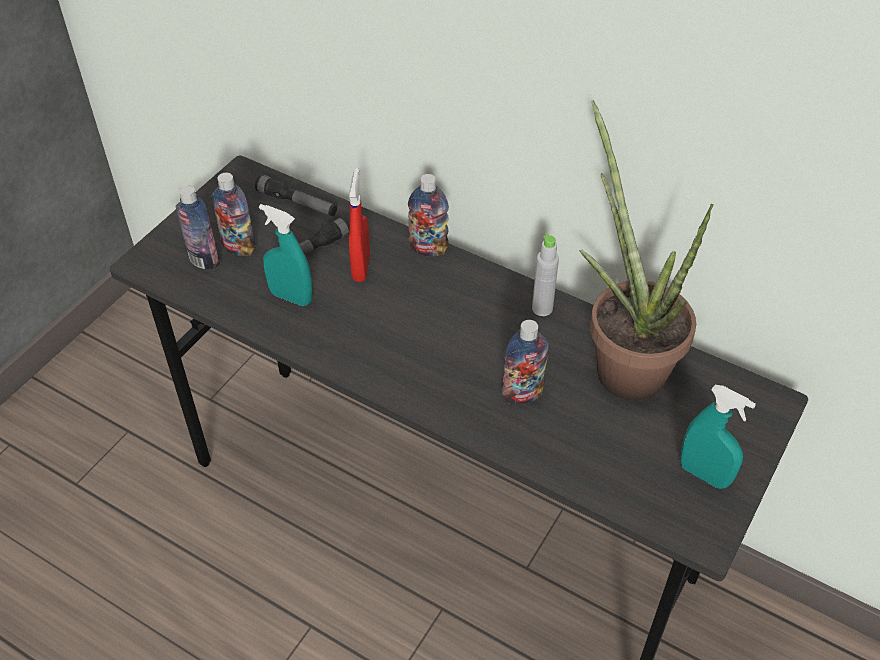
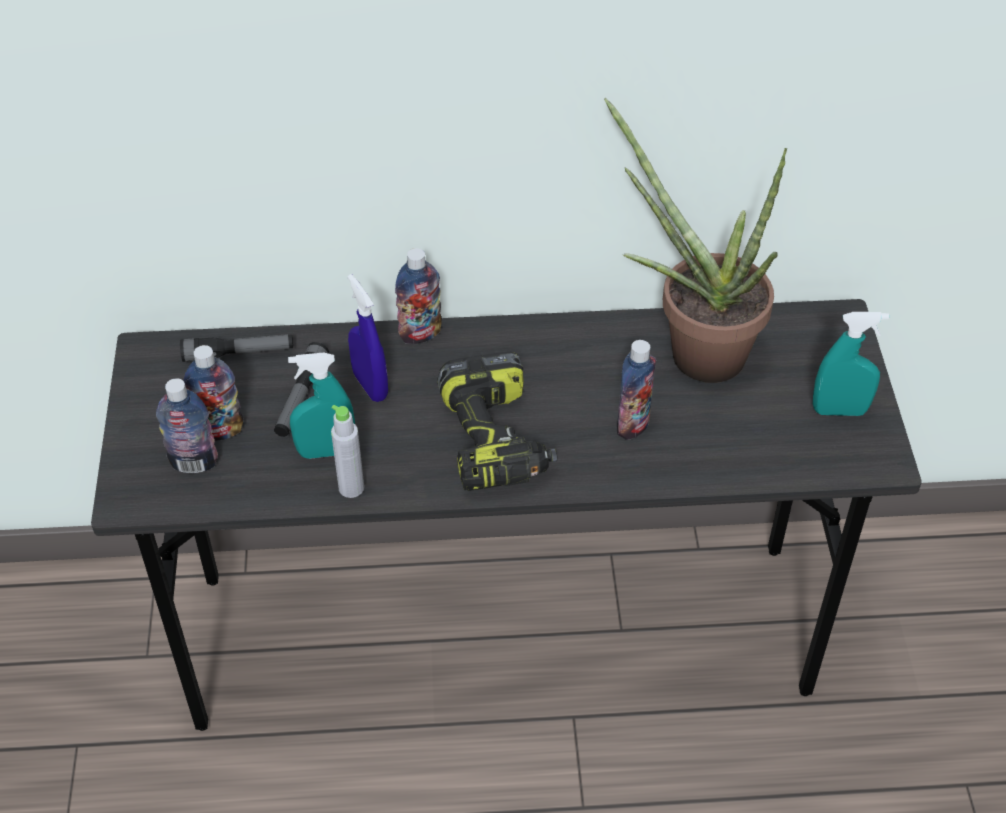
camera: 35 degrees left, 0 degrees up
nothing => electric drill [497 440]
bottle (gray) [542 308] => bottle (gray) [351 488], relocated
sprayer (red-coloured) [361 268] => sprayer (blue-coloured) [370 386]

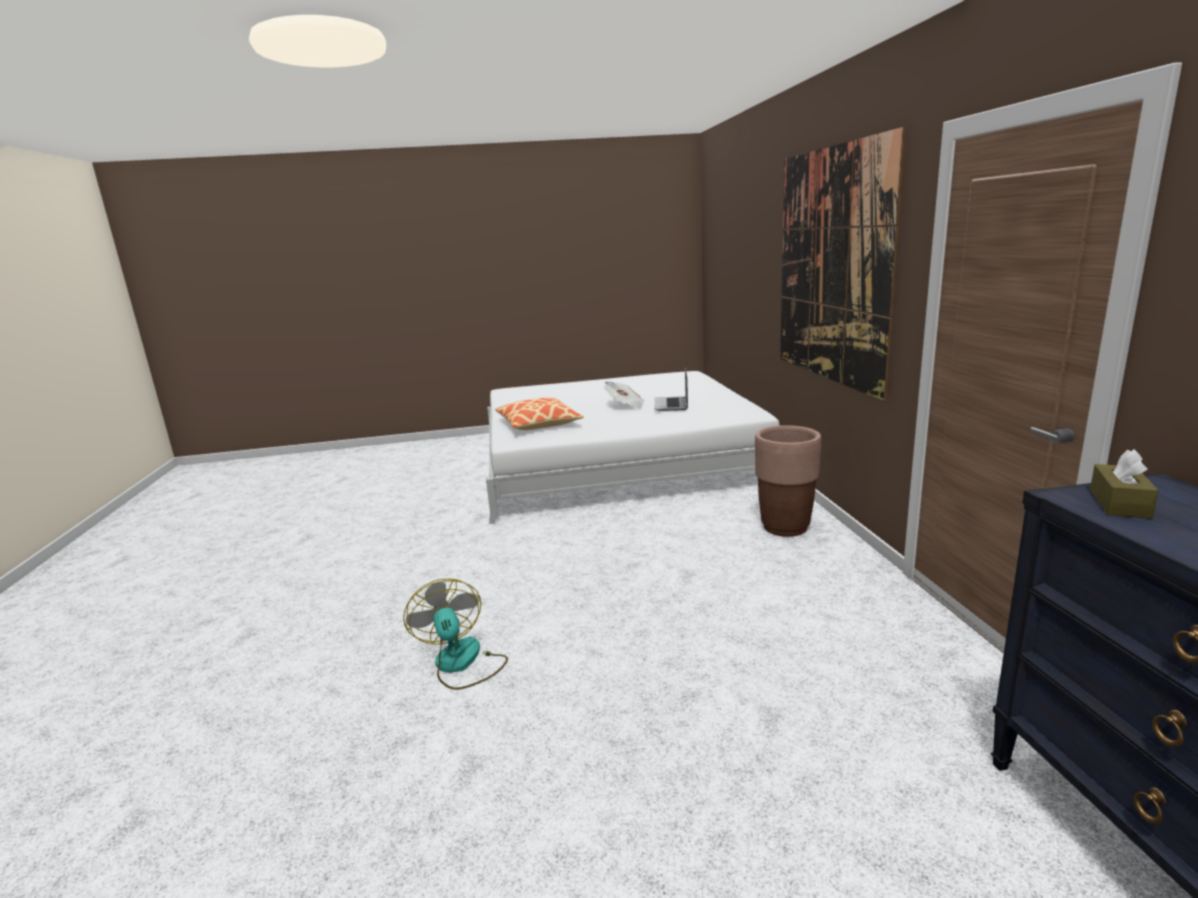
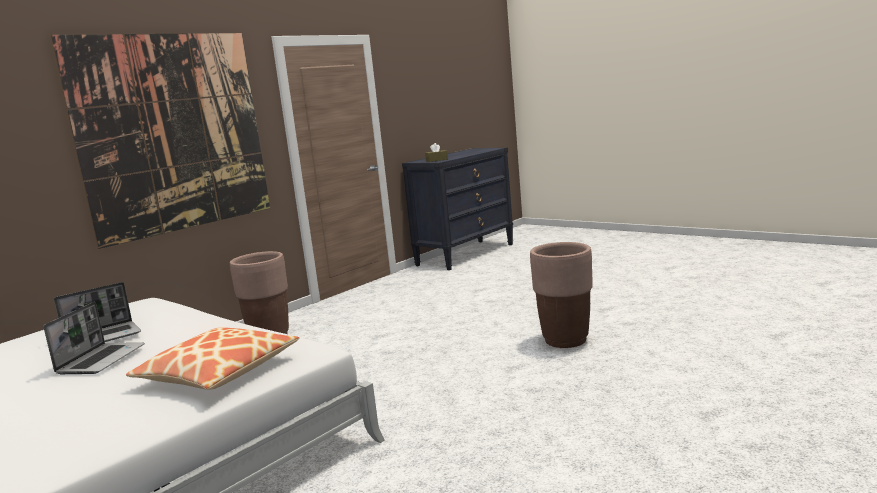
camera: 130 degrees left, 5 degrees down
fan [461 664] => plant pot (brownish) [565 340]
newspaper [625 405] => notebook computer [101 359]

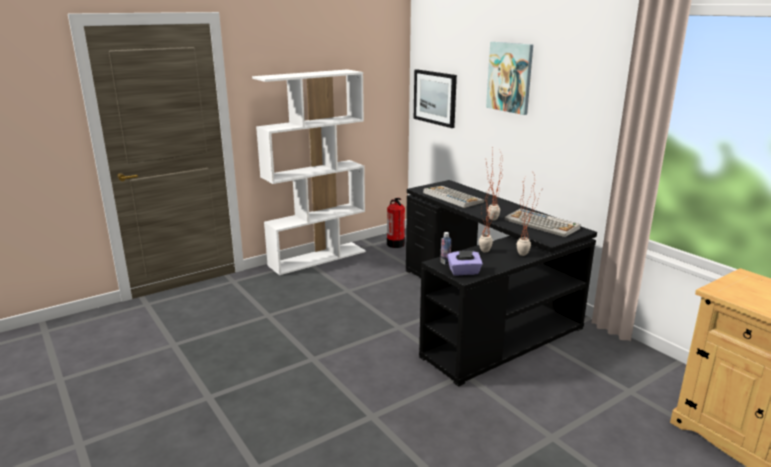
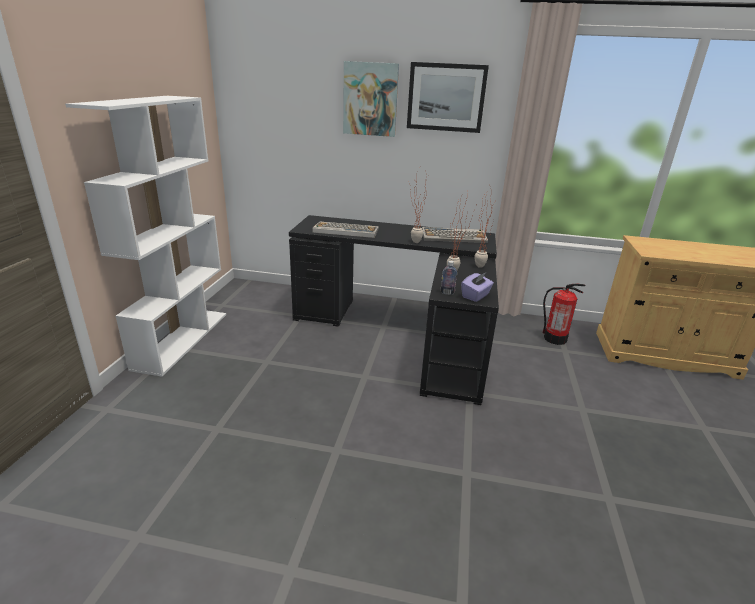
camera: 45 degrees left, 5 degrees up
extinguisher [395 244] => extinguisher [554 338], relocated
wall picture [435 97] => wall picture [446 97], relocated

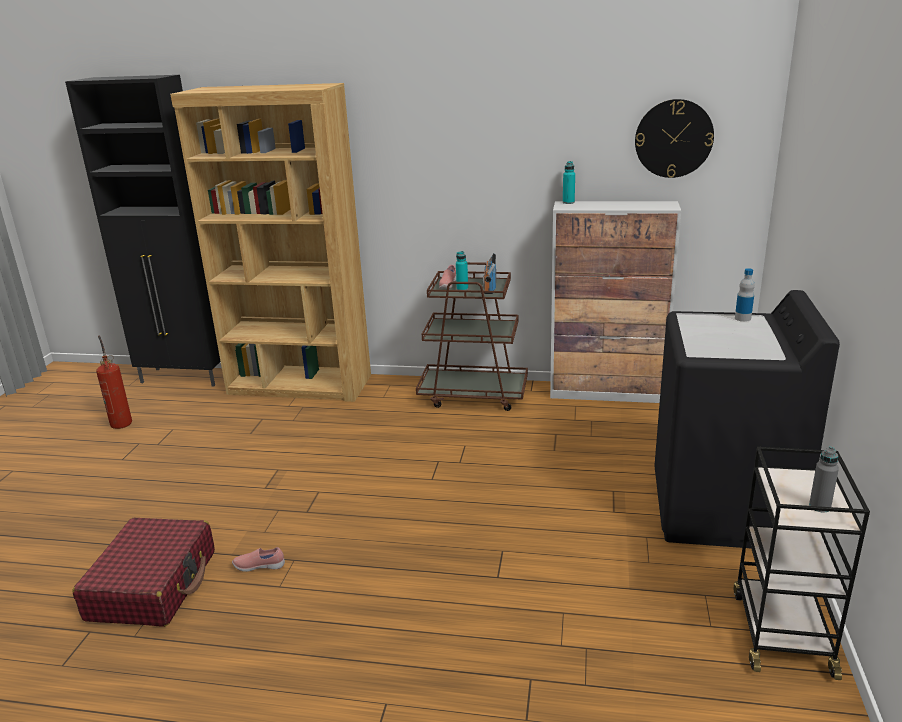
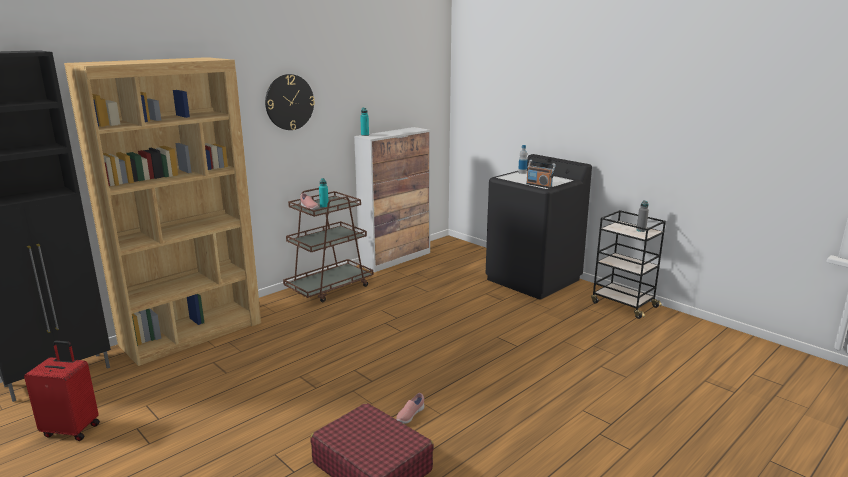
camera: 55 degrees left, 5 degrees down
radio set [489 288] => radio set [539 185], relocated
wall clock [673 138] => wall clock [289 102], relocated
extinguisher [120 421] => piece of luggage (red-coloured) [72 429]

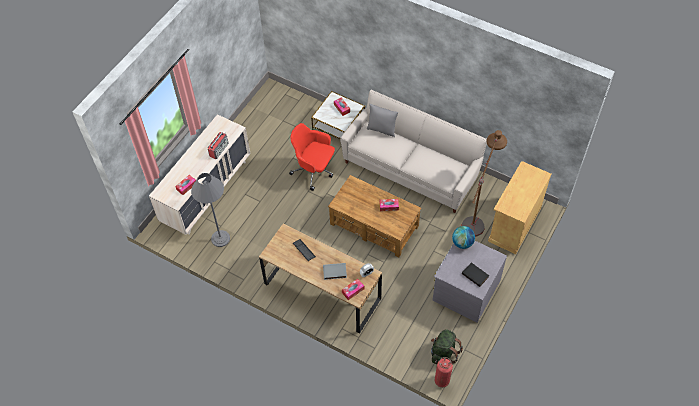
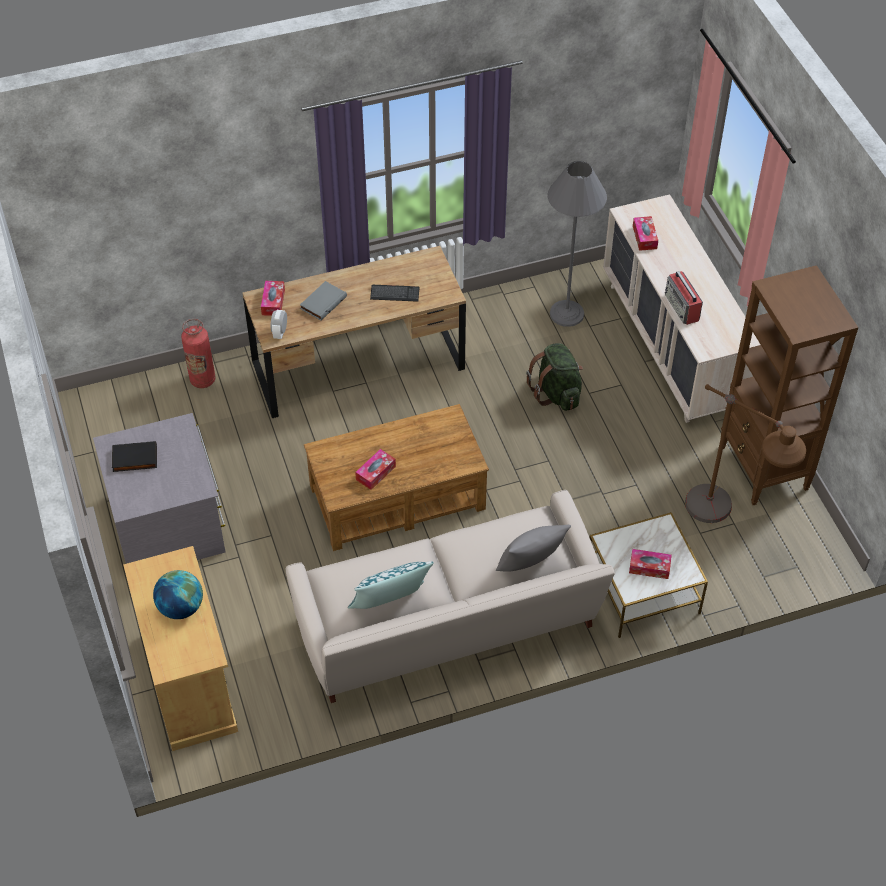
camera: 130 degrees right, 5 degrees down
office chair (red-coloured) [314 170] => nothing
nothing => cushion [391 605]
nothing => shelving unit (brownish) [763 469]
rucksack (green) [443 352] => rucksack (green) [556 393], relocated
extinguisher [441 380] => extinguisher [202 380], relocated
desk globe [462 243] => desk globe [181 607], relocated
standing lamp (brownish) [478 214] => standing lamp (brownish) [725 528], relocated

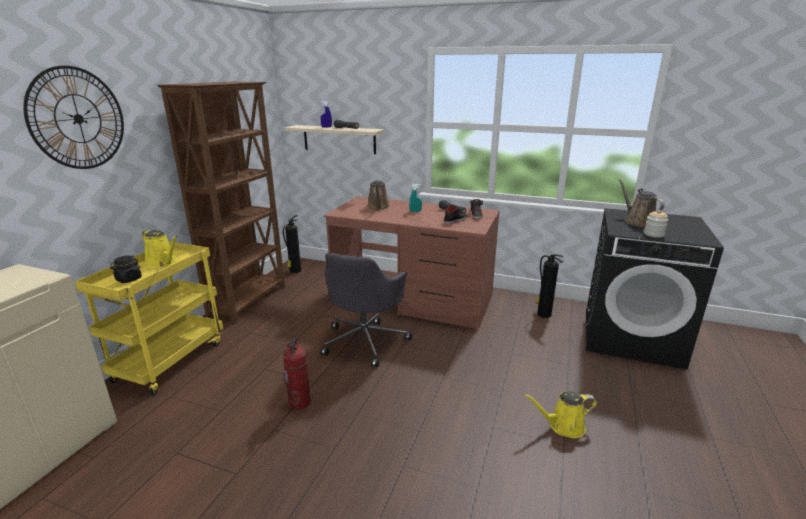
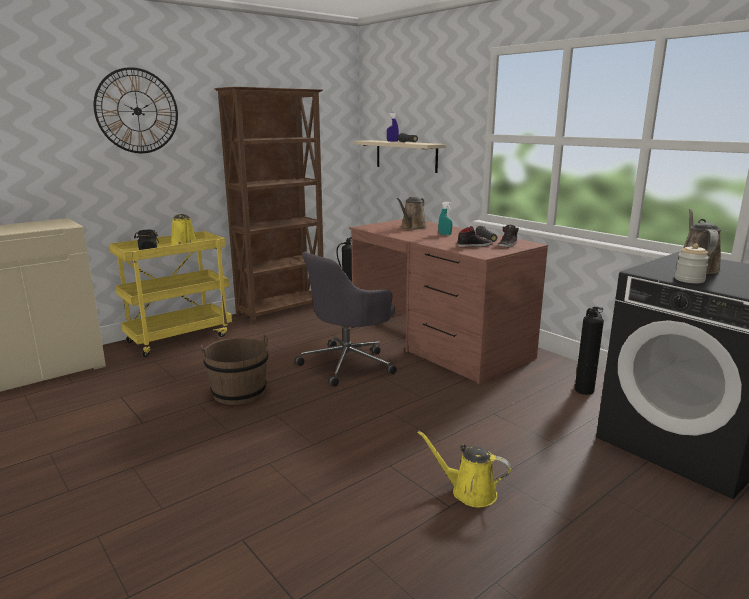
camera: 30 degrees right, 5 degrees down
extinguisher [300 403] => water bucket (brownish) [239 393]

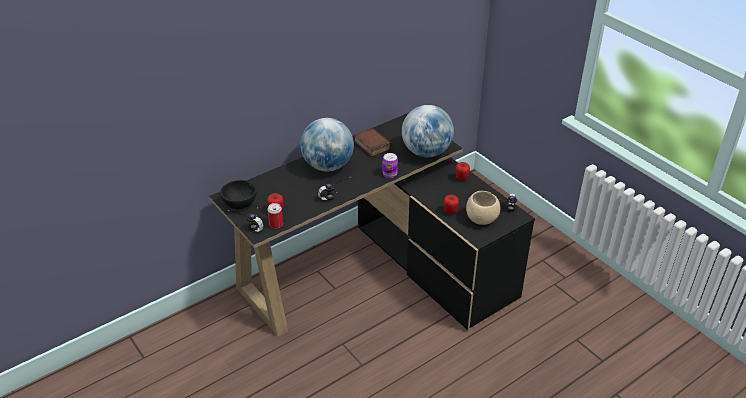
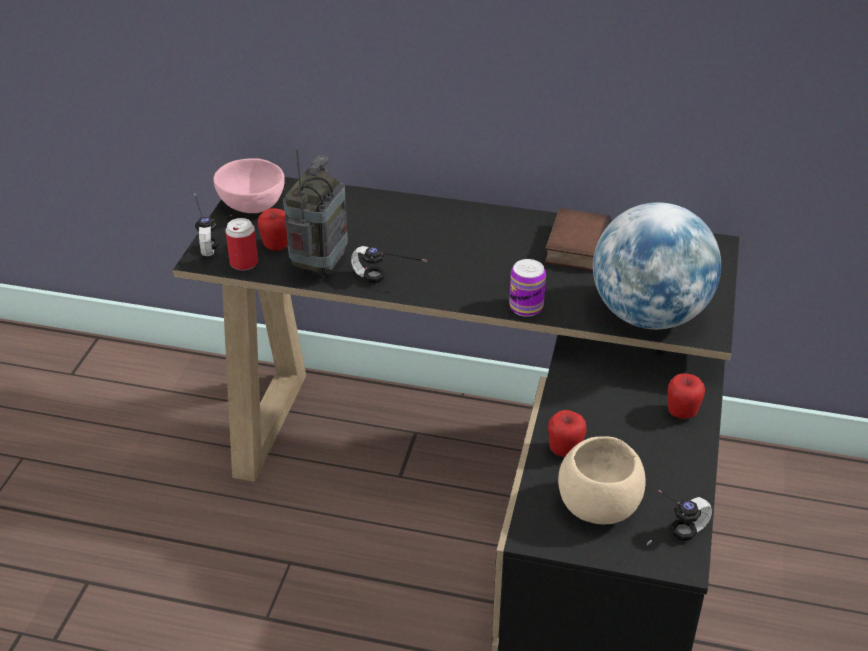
camera: 50 degrees right, 0 degrees up
desk globe [328 166] => nothing
nothing => radio set [320 267]
bowl (blackish) [240 204] => bowl (pinkish) [252 207]

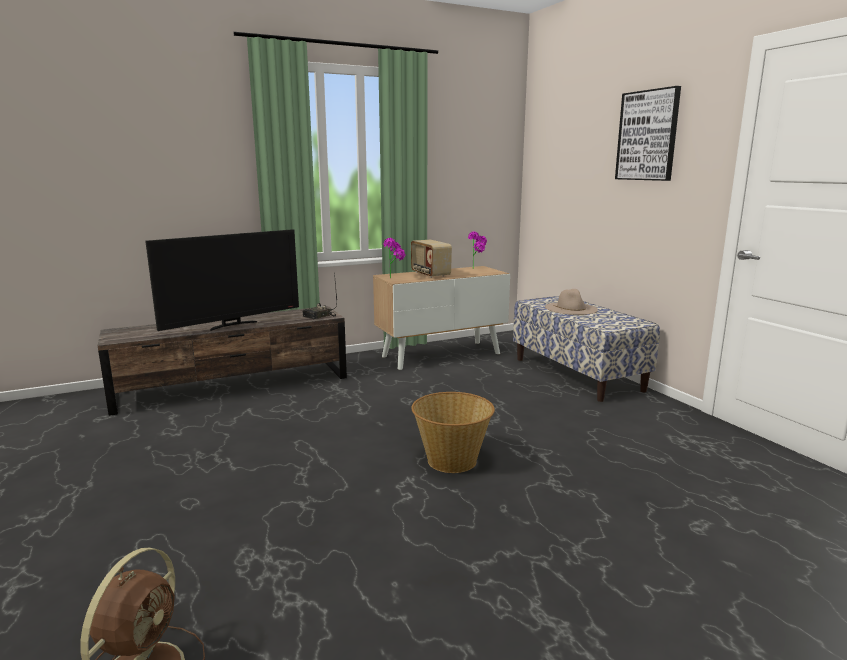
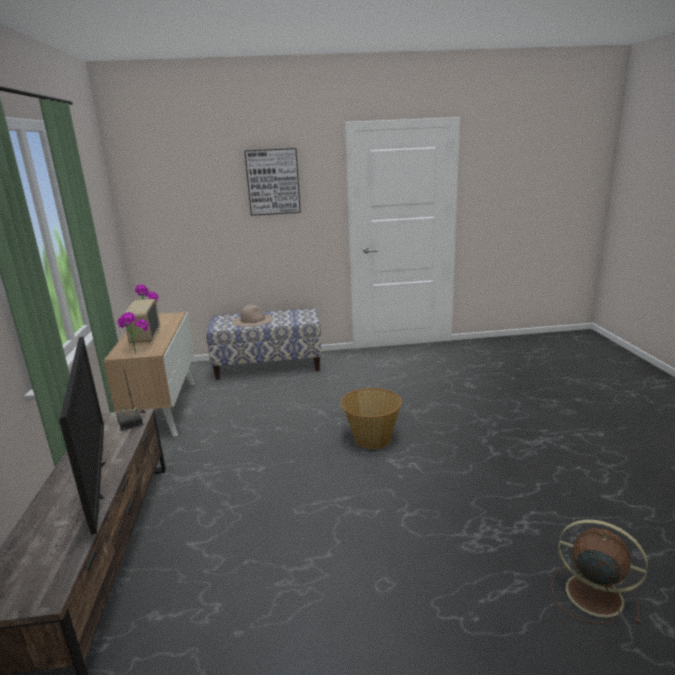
camera: 70 degrees left, 5 degrees up
radio set [429 274] => radio set [145 337], 90 degrees clockwise

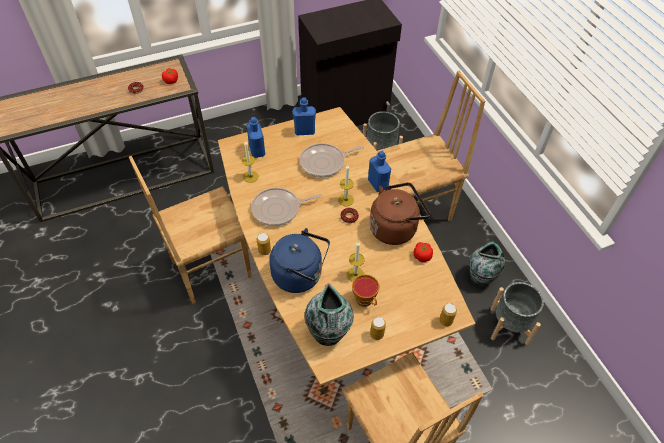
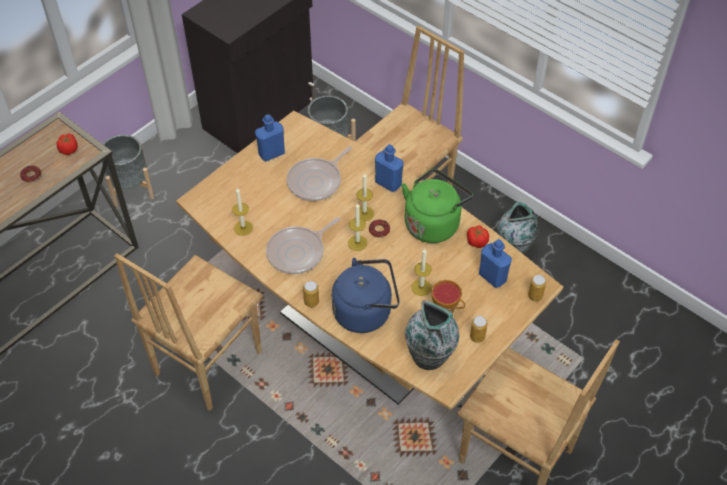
camera: 25 degrees left, 0 degrees up
nothing => wax light [357 243]
bottle (blue-coloured) [257 151] => bottle (blue-coloured) [492 277], relocated
plant pot (gray) [509 326] => plant pot (gray) [131 189], relocated
water kettle (brownish) [395 228] => water kettle (green) [433 223]

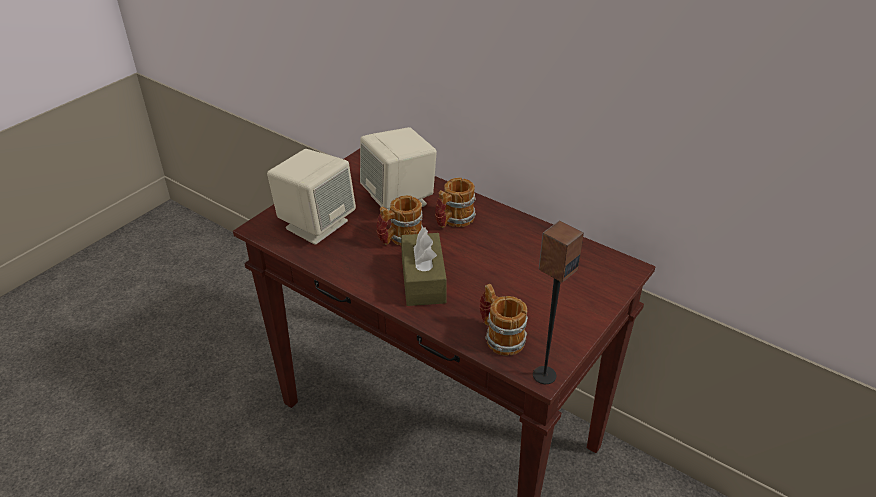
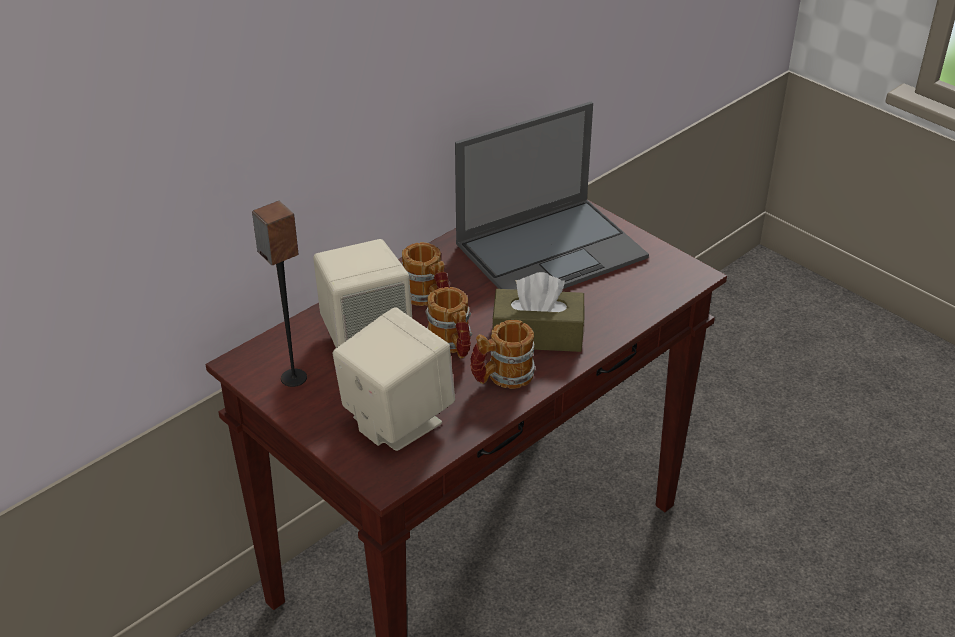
camera: 80 degrees left, 0 degrees up
nothing => notebook computer [552 250]
coffee mug [499 336] => coffee mug [502 377], relocated
loudspeaker [544 375] => loudspeaker [293 378], relocated

